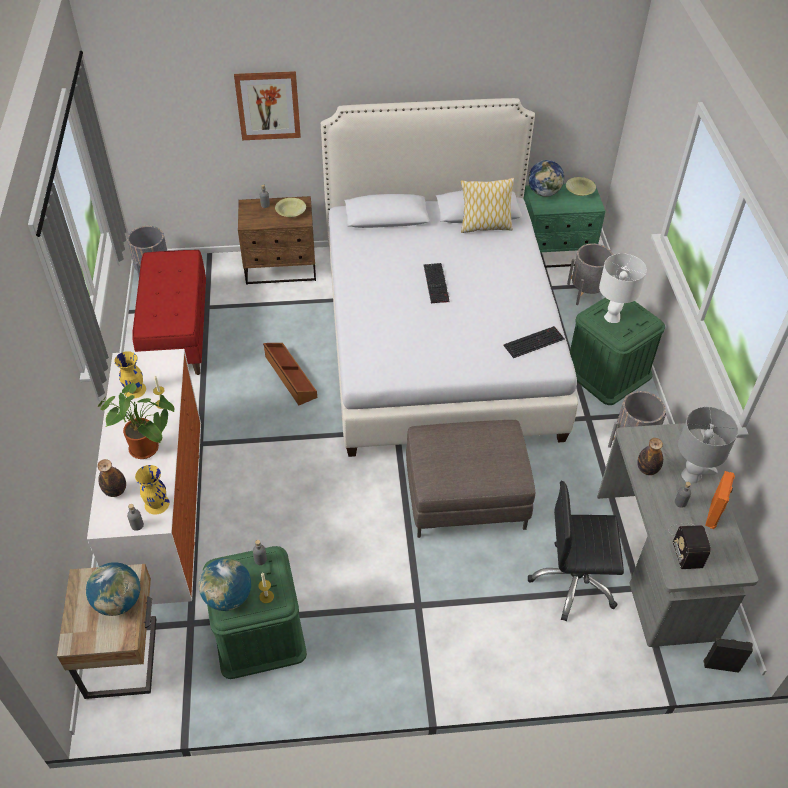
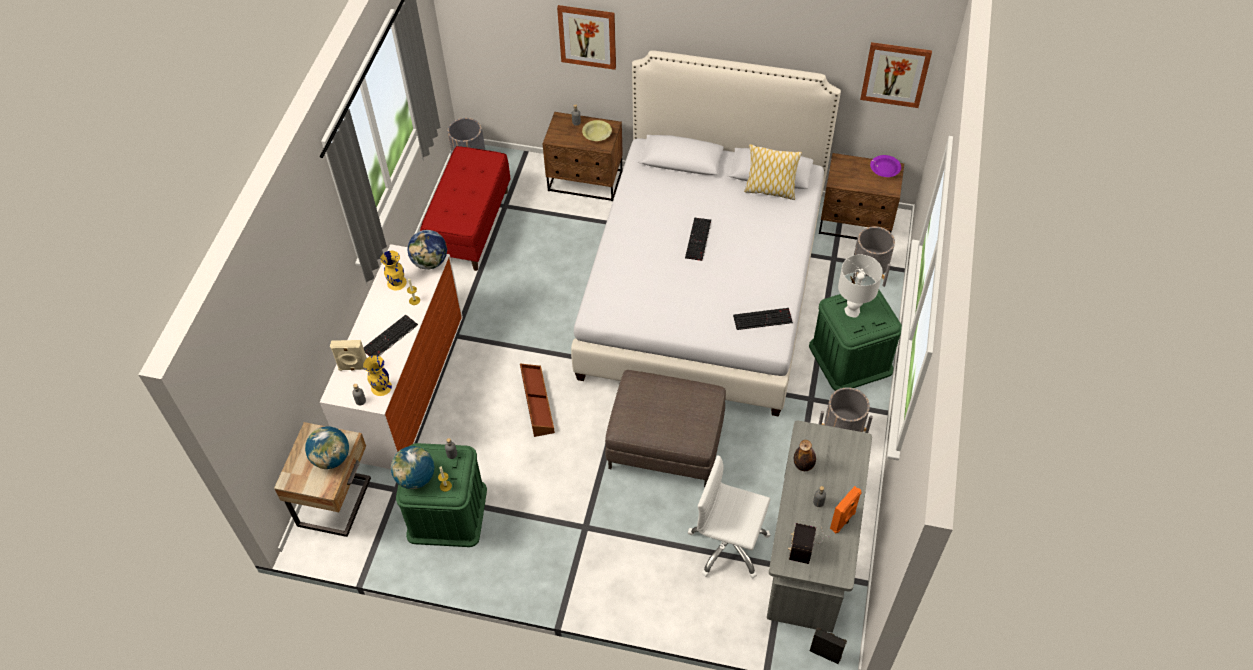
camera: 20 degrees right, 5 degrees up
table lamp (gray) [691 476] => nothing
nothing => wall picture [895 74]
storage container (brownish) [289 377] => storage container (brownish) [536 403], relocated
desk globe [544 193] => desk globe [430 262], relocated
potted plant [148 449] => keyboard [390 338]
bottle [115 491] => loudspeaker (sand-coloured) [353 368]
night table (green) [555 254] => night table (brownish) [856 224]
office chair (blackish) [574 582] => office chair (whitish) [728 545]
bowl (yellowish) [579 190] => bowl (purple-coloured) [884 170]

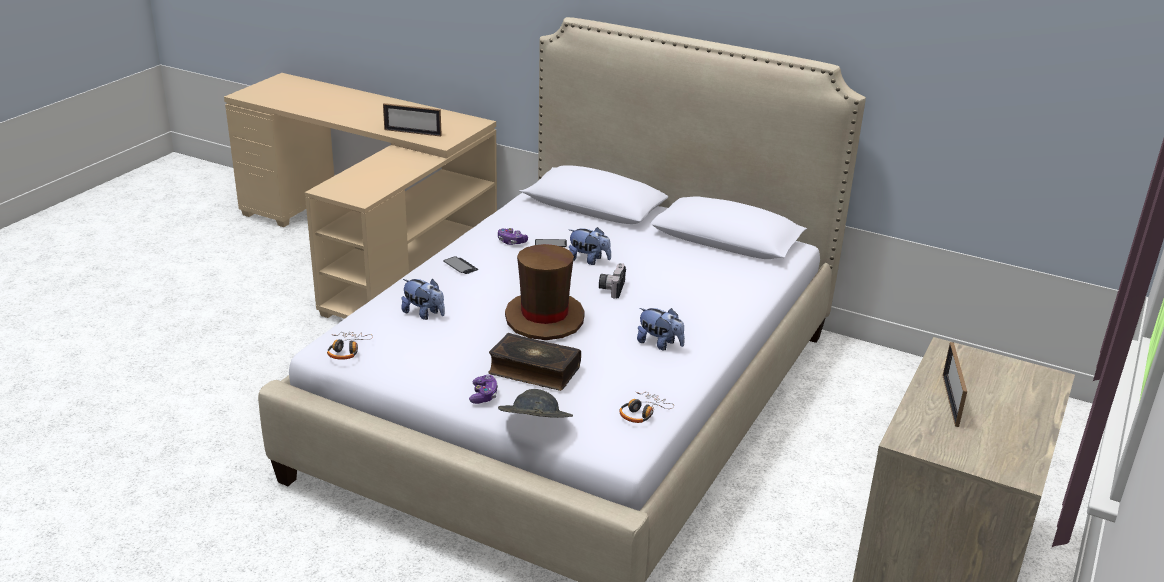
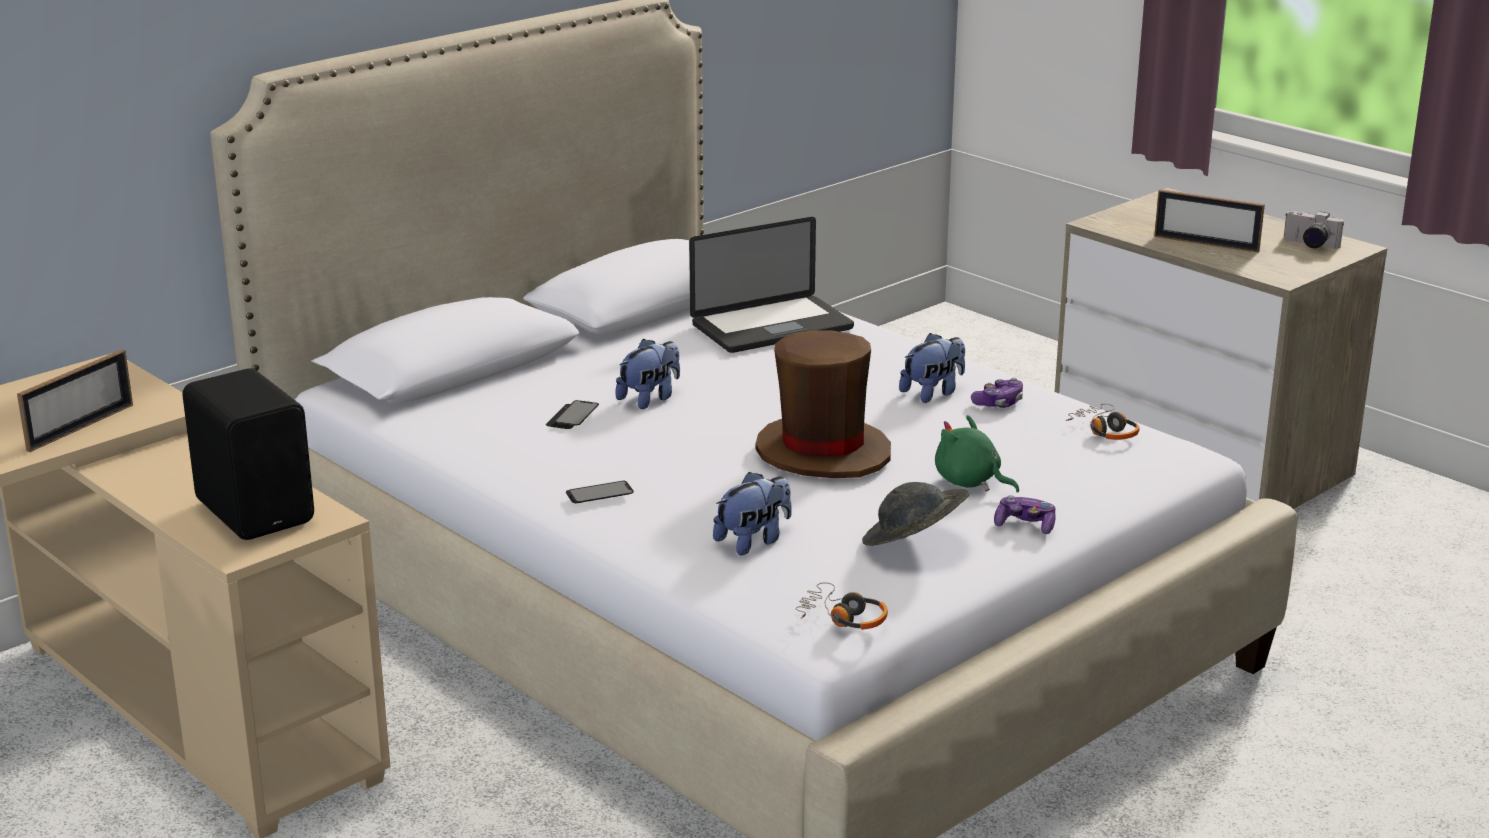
camera: 70 degrees left, 5 degrees down
nothing => loudspeaker (blackish) [257 510]
nothing => notebook computer [772 327]
gamepad [511 241] => gamepad [998 403], relocated
hat (gray) [534 426] => hat (gray) [913 543], relocated
still camera [611 288] => still camera [1309 245], relocated
book [534 371] => soft toy (green) [970 482]

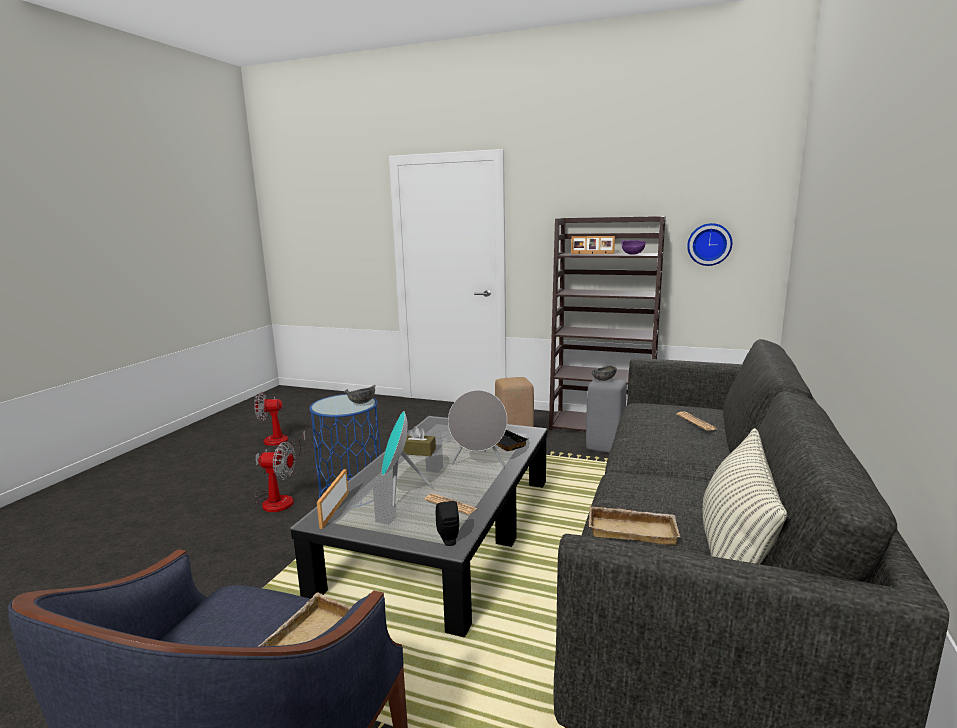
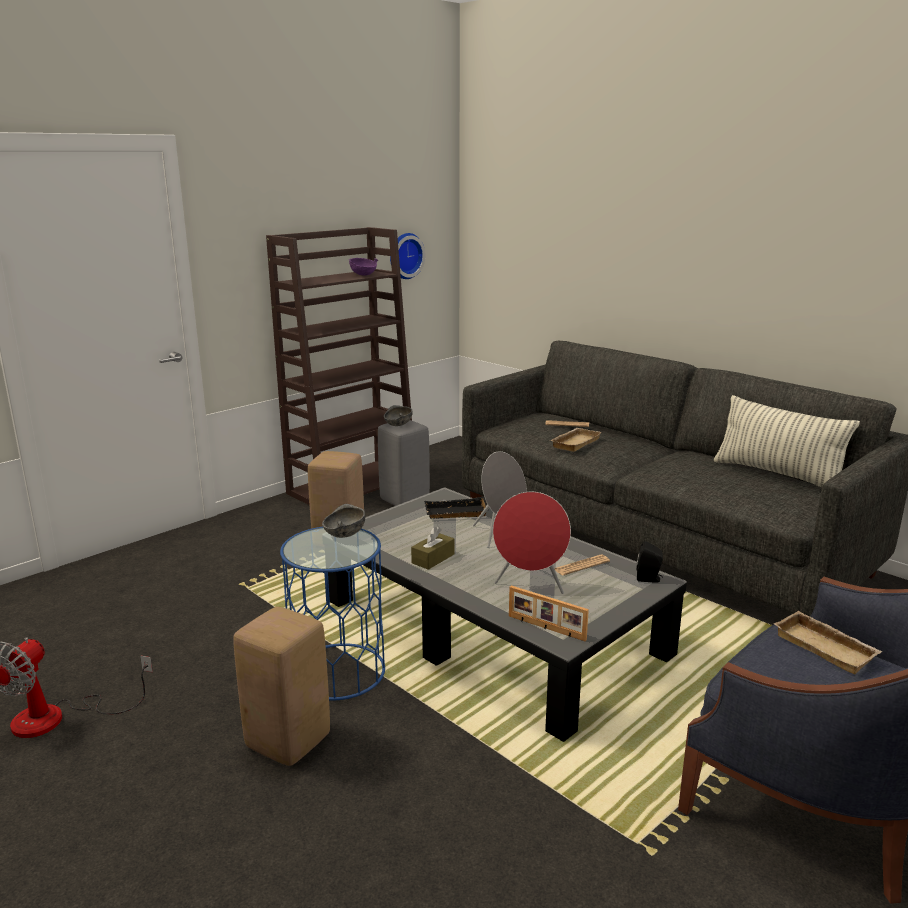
camera: 65 degrees left, 5 degrees up
photo frame [592 253] => nothing
carrying tray (sand-coloured) [633 529] => carrying tray (sand-coloured) [574 442], relocated
fan [275 499] => stool (sand-coloured) [286 742]
loudspeaker (blue-green) [400 491] => loudspeaker (red-coloured) [530 585]

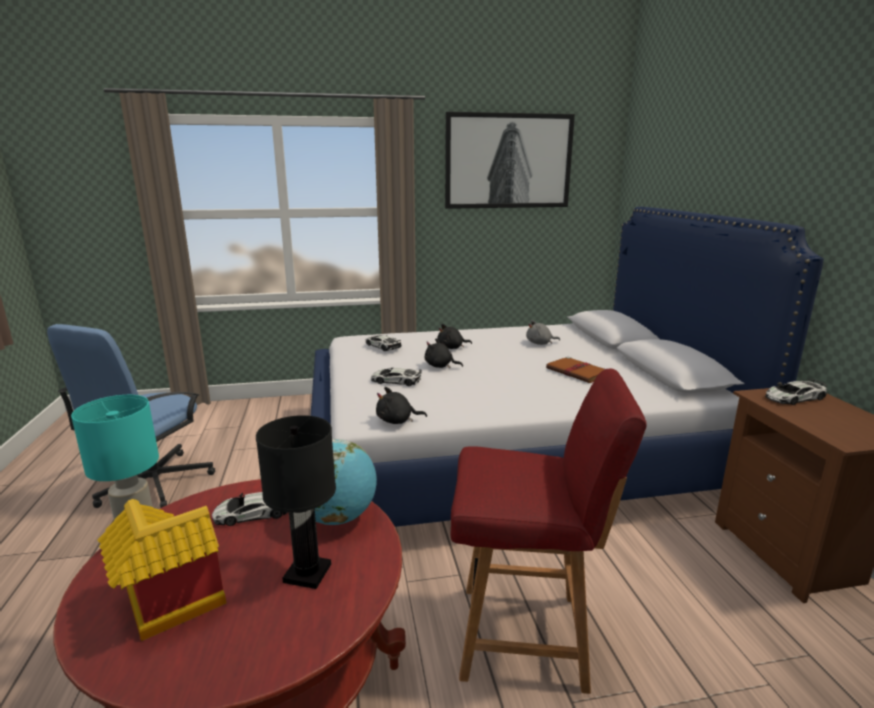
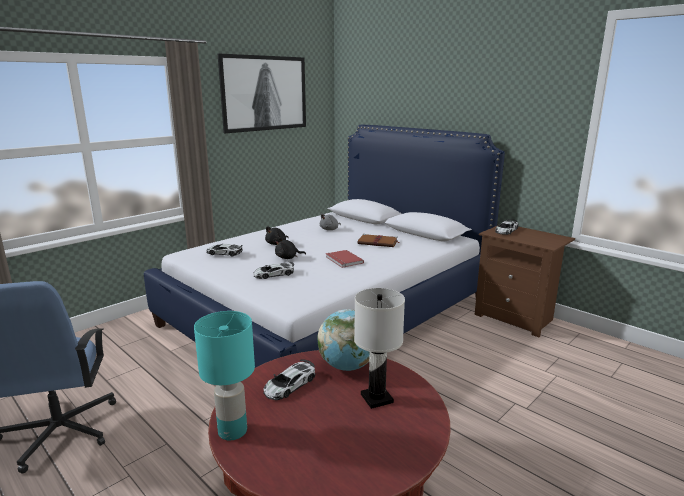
camera: 35 degrees left, 0 degrees up
toy house [165 607] => nothing
soft toy (blackish) [397 421] => nothing
chair (red-coloured) [526 636] => nothing
nothing => book (red-coloured) [343 260]
table lamp (blackish) [307 574] => table lamp (whitish) [377 398]

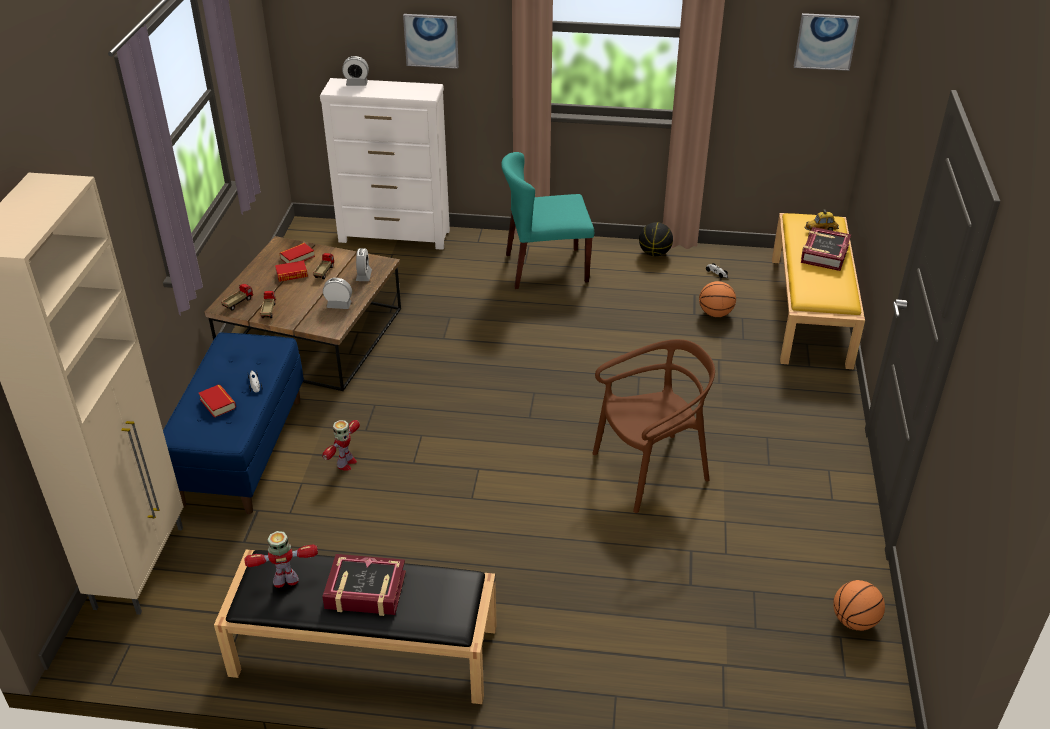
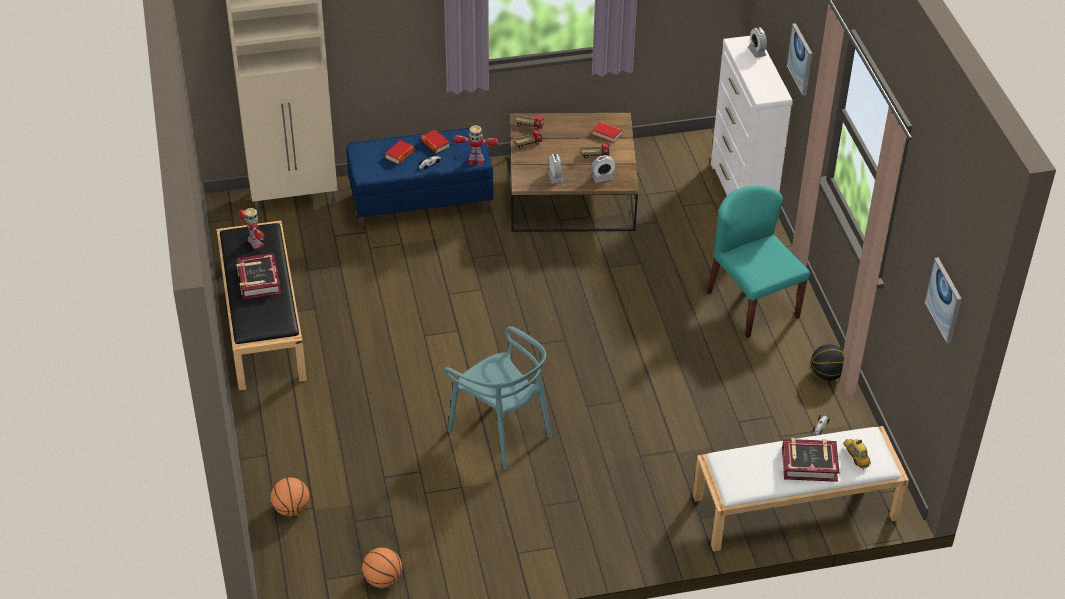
camera: 70 degrees right, 5 degrees up
book [292 274] => book [435 144], relocated
robot figure [346 463] => robot figure [475 161], relocated
ball for basketball [715 313] => ball for basketball [291 509], relocated
chair (brownish) [650 470] => chair (blue-green) [501 431]
bench (yellowish) [811 311] => bench (whitish) [794 508]

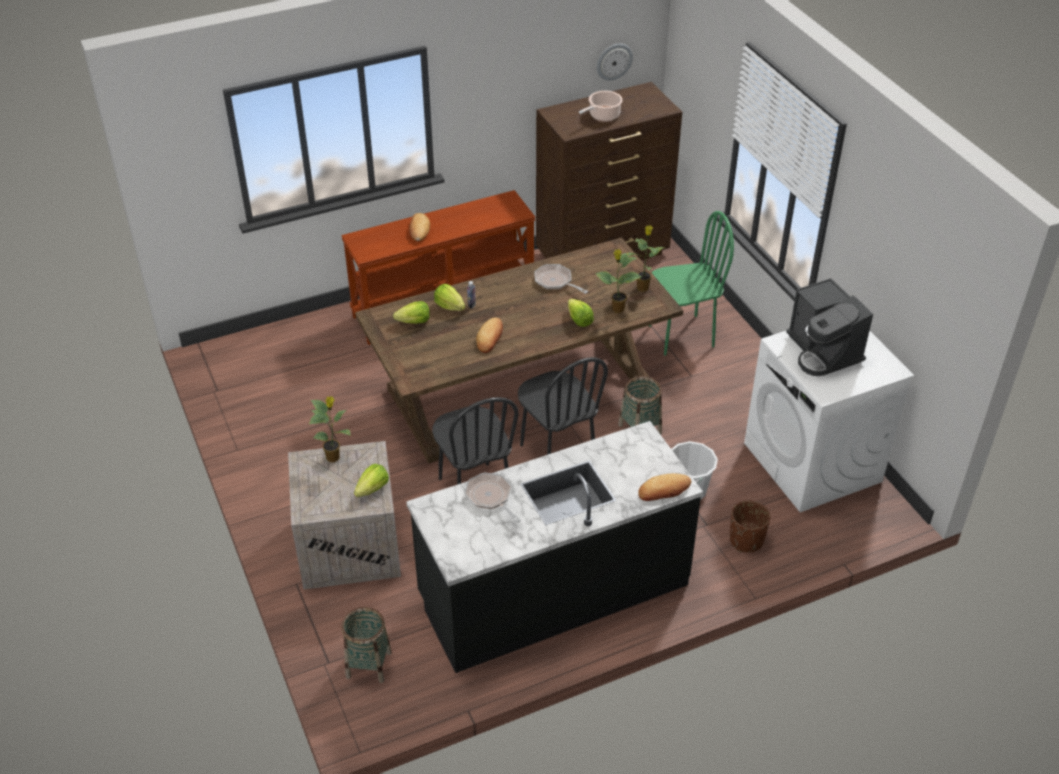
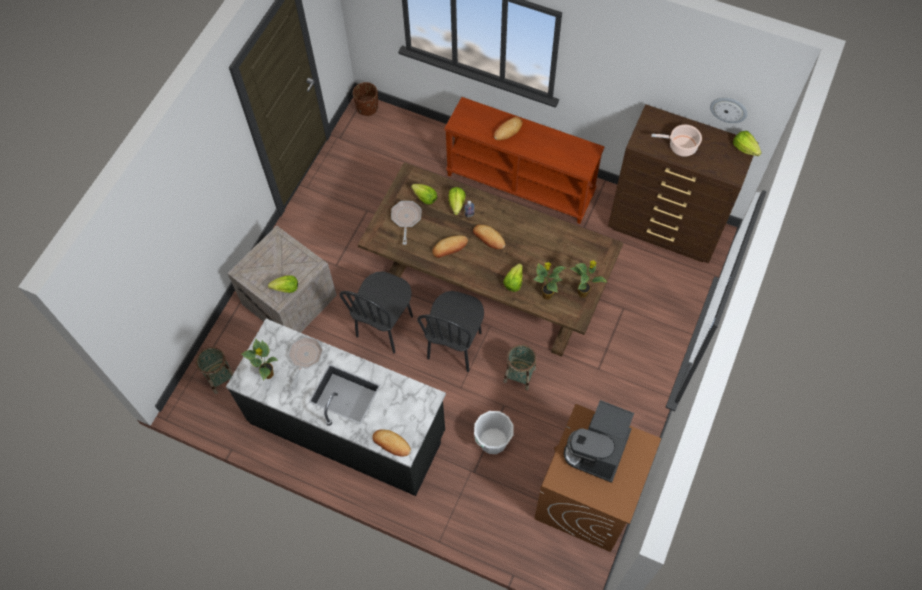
camera: 50 degrees right, 20 degrees up
chair (green) [681 335] => nothing
nothing => bread [489 238]
nothing => head of lettuce [745 148]
potted plant [334 457] => potted plant [269 374], relocated
frying pan [555 282] => frying pan [406 219], relocated
plant pot (brownish) [746 540] => plant pot (brownish) [367 107], relocated
washing machine (whitish) [812 463] => washing machine (brownish) [587 497]

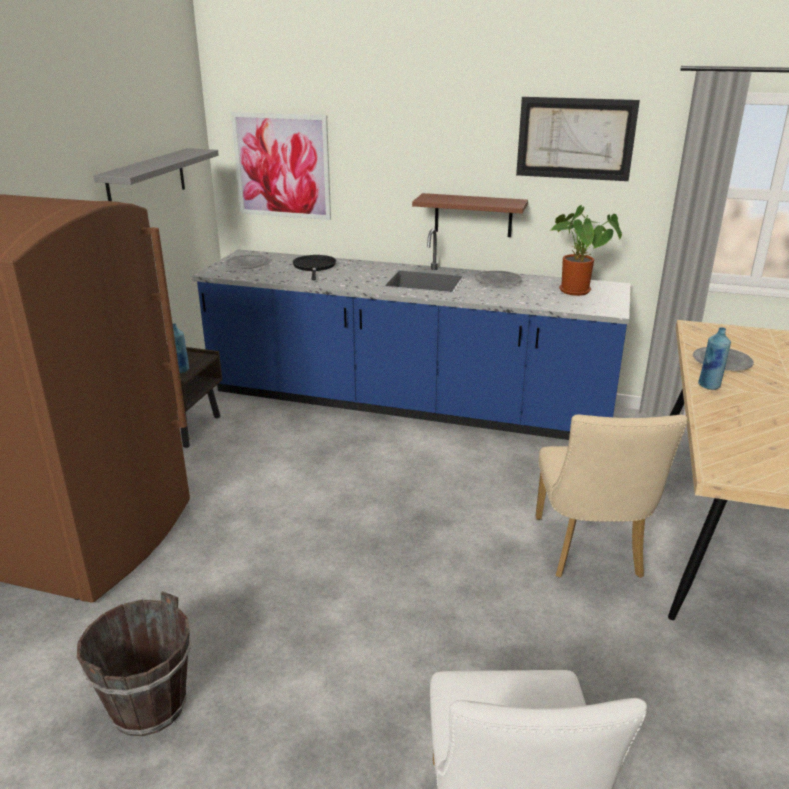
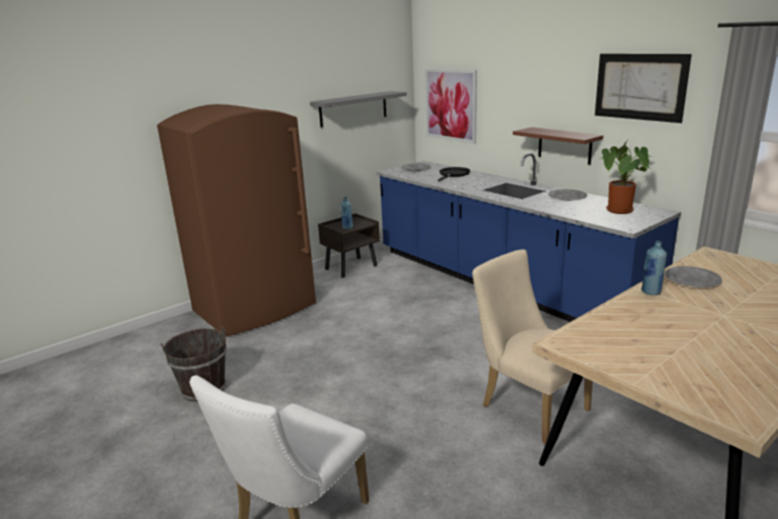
camera: 35 degrees right, 5 degrees down
chair (sand-coloured) [590 552] => chair (sand-coloured) [528 405], 105 degrees clockwise

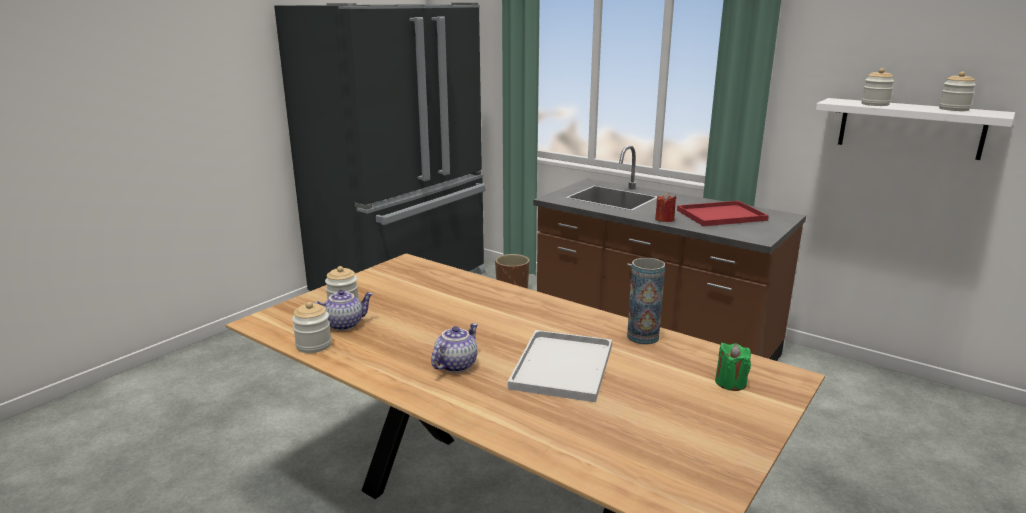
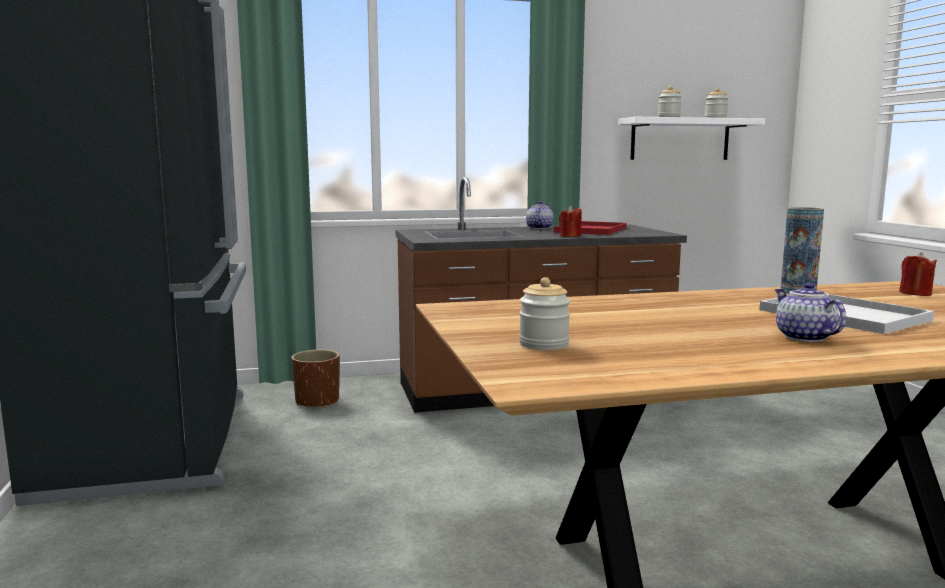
camera: 50 degrees left, 10 degrees down
storage jar [314 345] => nothing
pot for tea [344 324] => pot for tea [538 228], relocated
wax light (green) [730 383] => wax light (red-coloured) [915 293]

